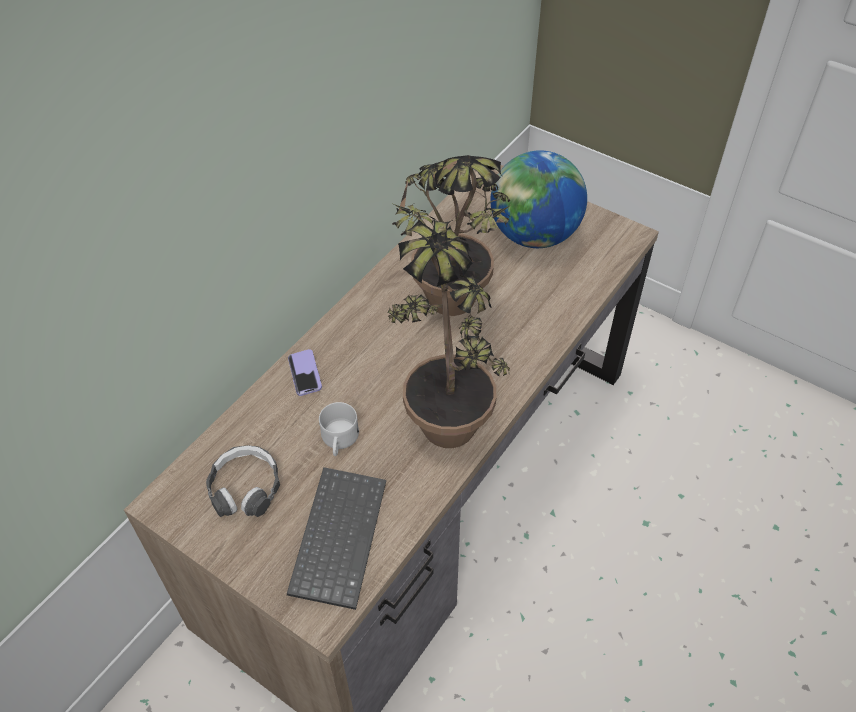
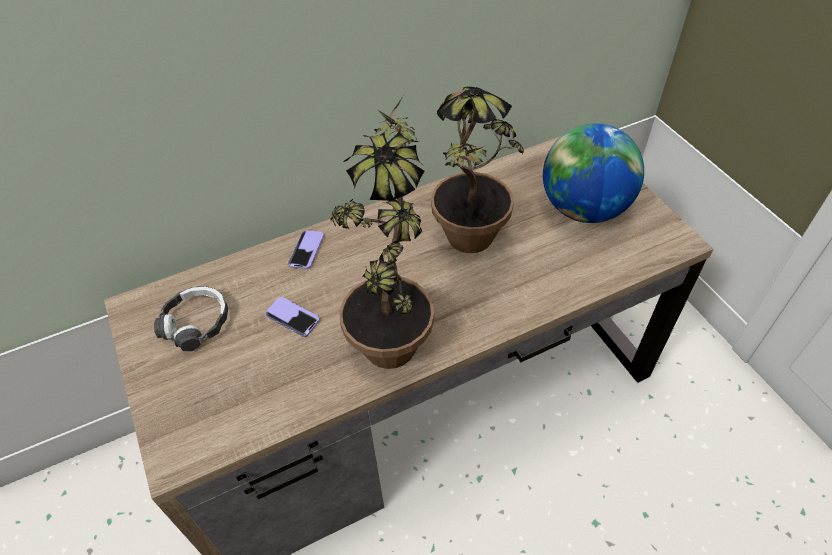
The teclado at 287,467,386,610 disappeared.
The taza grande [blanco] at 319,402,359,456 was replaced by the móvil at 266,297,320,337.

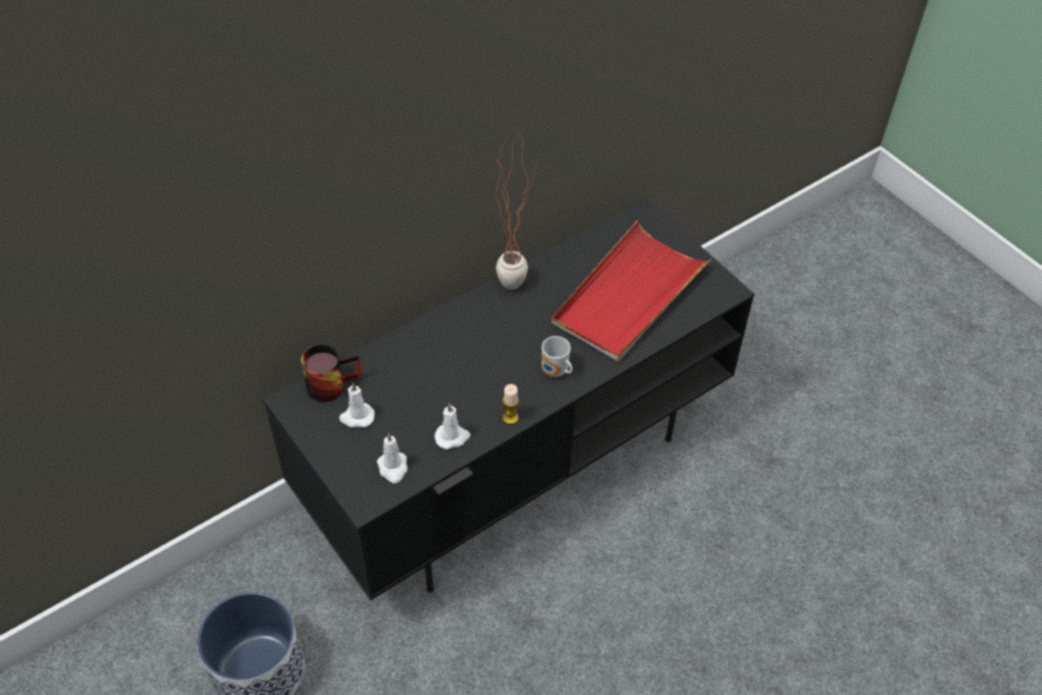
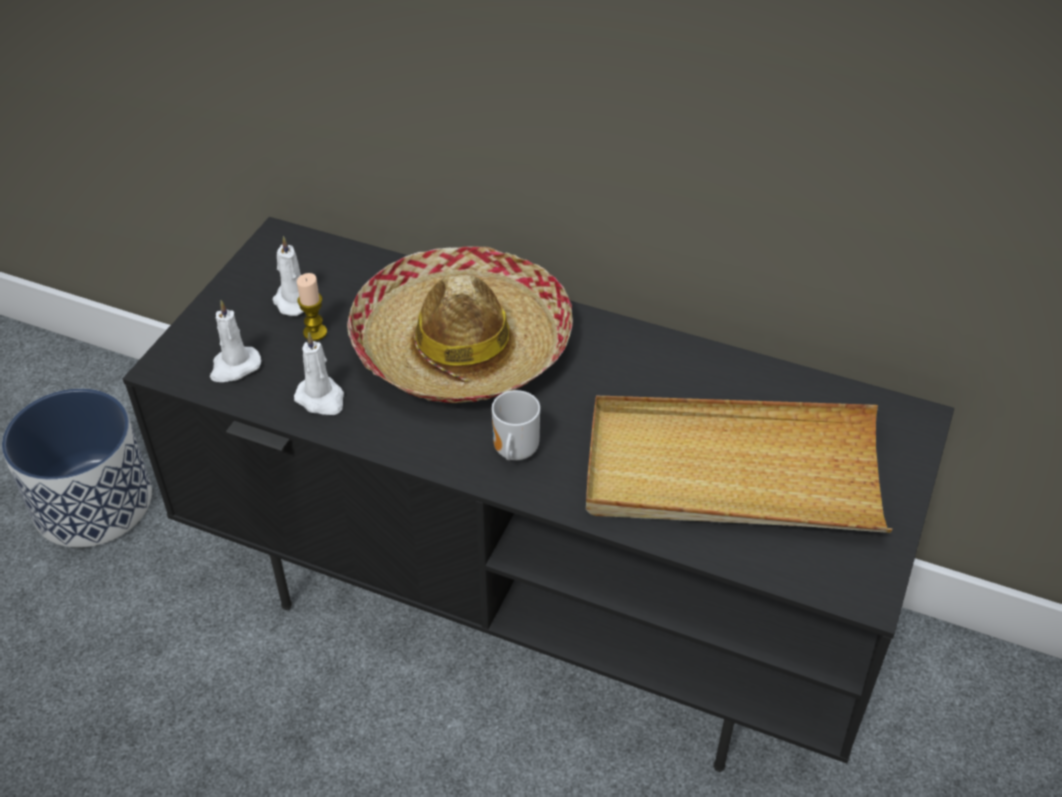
The taza grande at 301,344,362,402 disappeared.
The planta en maceta at 495,131,542,290 disappeared.
The vela moved from 503,384,519,424 to 297,273,327,341.
The bandeja [rojo] at 551,220,712,362 became the bandeja [beis] at 586,396,892,533.
The sombrero at 347,246,573,403 appeared.

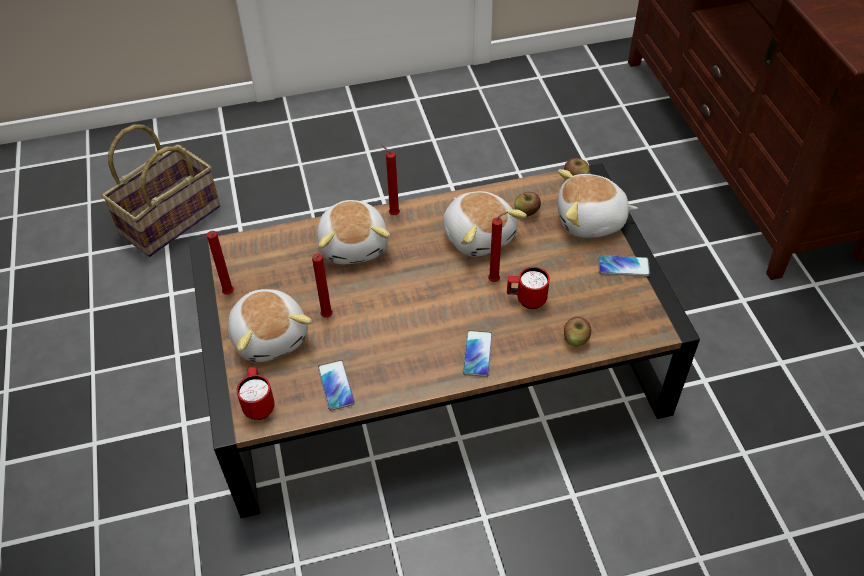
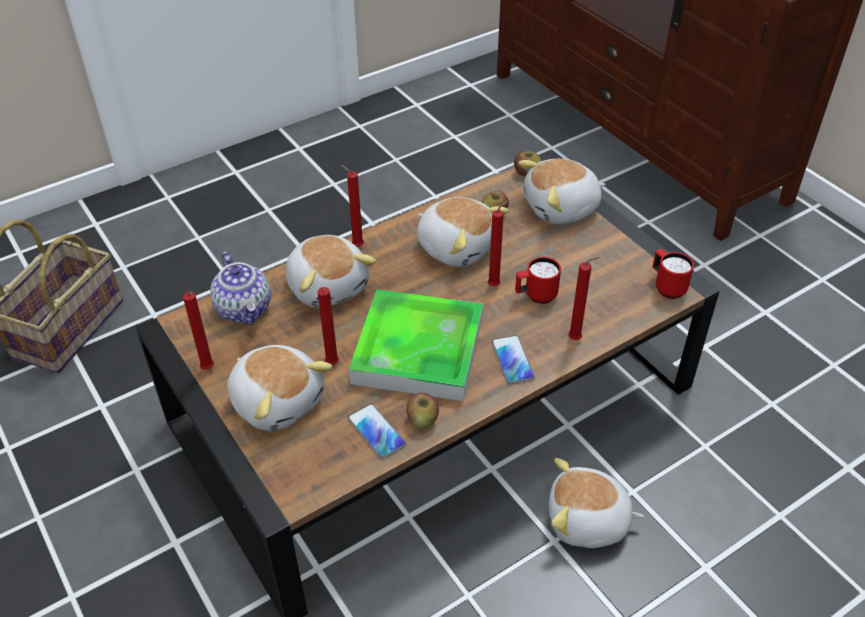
The taza grande [rojo] moved from 236,367,275,420 to 652,249,694,299.
The manzana moved from 564,317,591,347 to 406,393,439,428.
The móvil at 598,255,650,276 disappeared.
The tetera at 210,252,271,325 appeared.
The bandeja at 349,289,483,401 appeared.
The peluche at 549,458,644,548 appeared.
The vela [rojo] at 568,257,599,340 appeared.

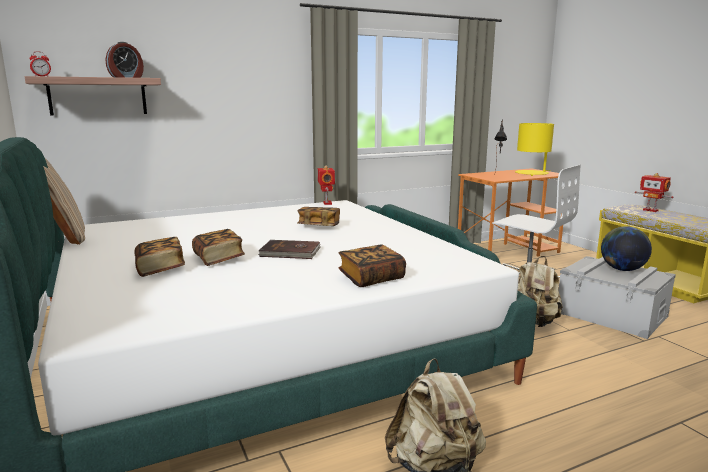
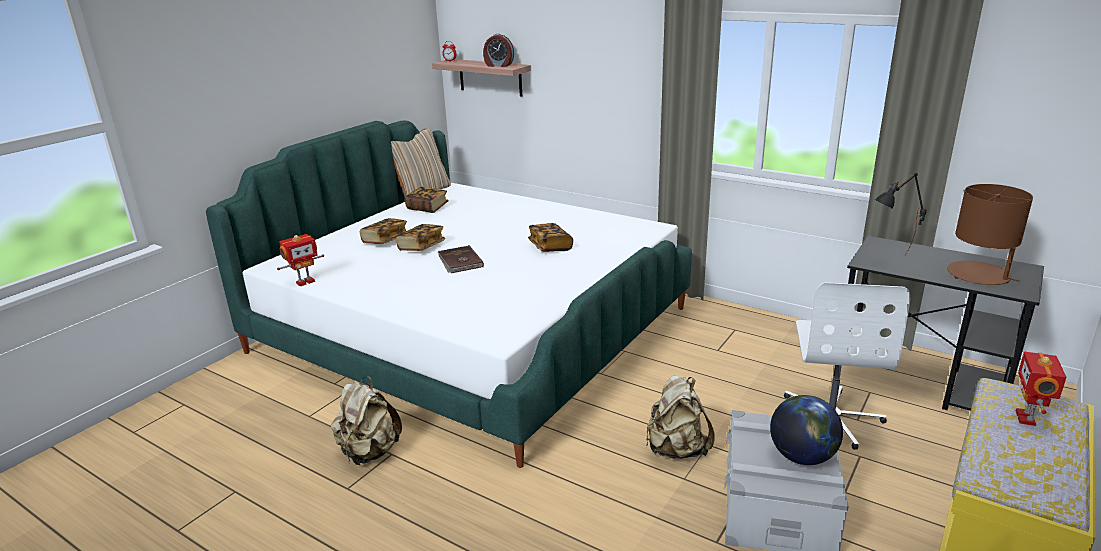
The robot de juguete moved from 318,166,335,205 to 277,234,324,286.
The libro moved from 339,245,406,287 to 405,187,449,213.
The escritorio [naranja] at 458,168,563,257 became the escritorio [negro] at 833,236,1044,411.
The lámpara de mesa [amarillo] at 515,123,554,176 became the lámpara de mesa [marrón] at 947,184,1033,285.

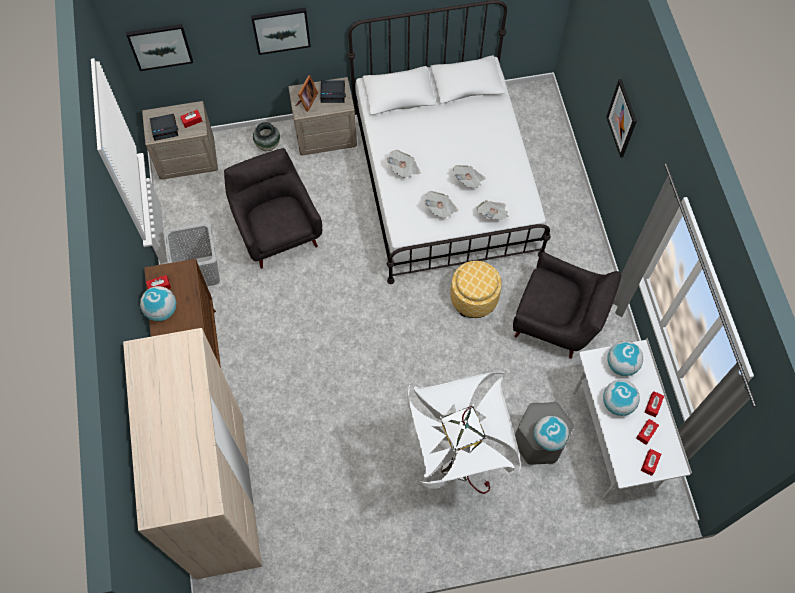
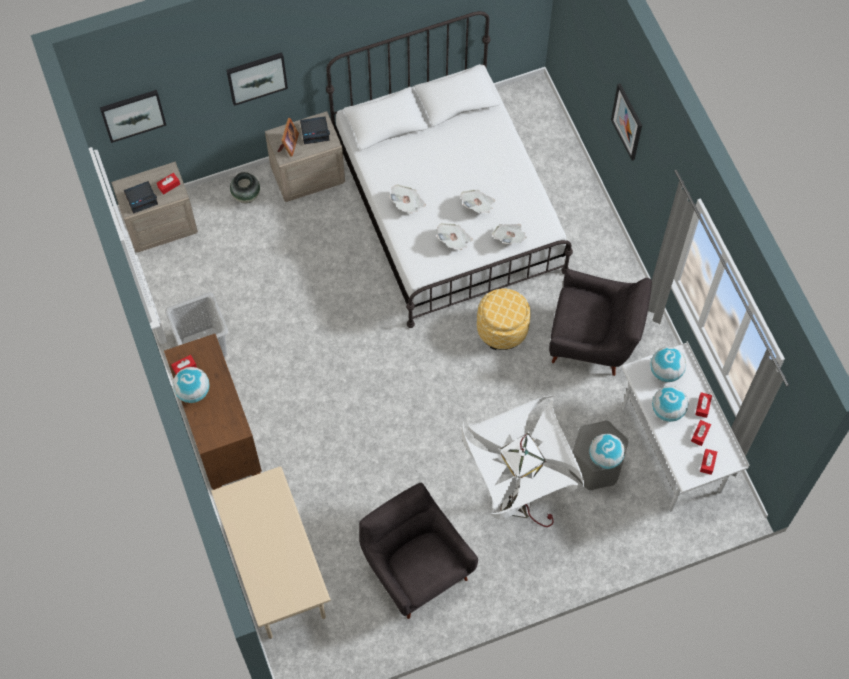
The armario ropero [beis] at 123,328,263,580 was replaced by the escritorio [beis] at 211,466,331,639.
The sillón [gris] moved from 224,148,322,269 to 359,483,478,619.

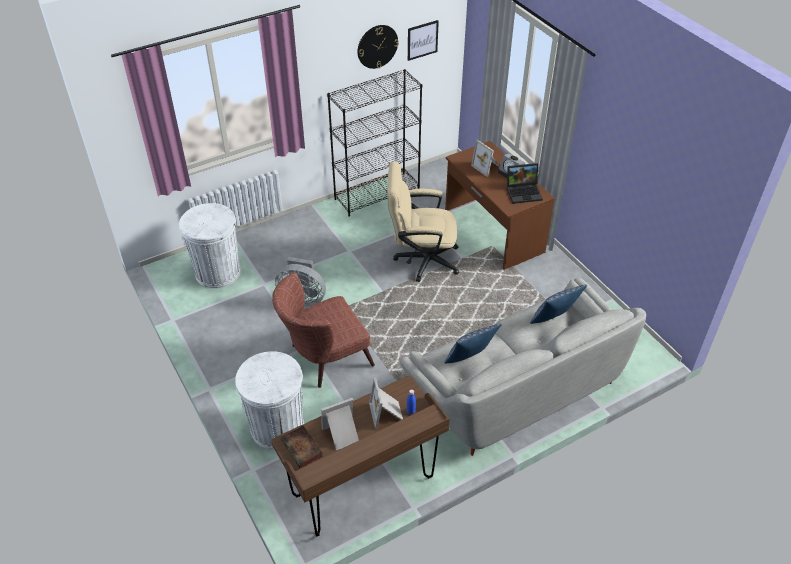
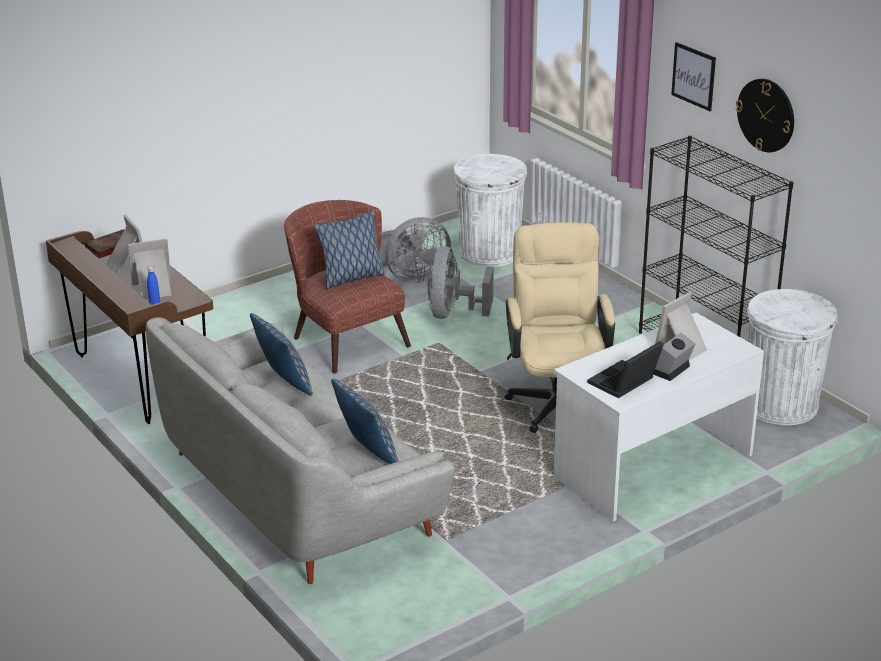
The papelera [blanco] moved from 235,351,304,450 to 747,289,837,425.
The cuadro moved from 408,20,439,61 to 671,42,716,111.
The escritorio [marrón] at 445,141,555,270 became the escritorio [blanco] at 554,313,764,521.
The portátil at 507,163,543,204 turned 60 degrees clockwise.
The cojín at 313,211,385,289 appeared.
The ventilador [gris] at 379,217,451,283 appeared.

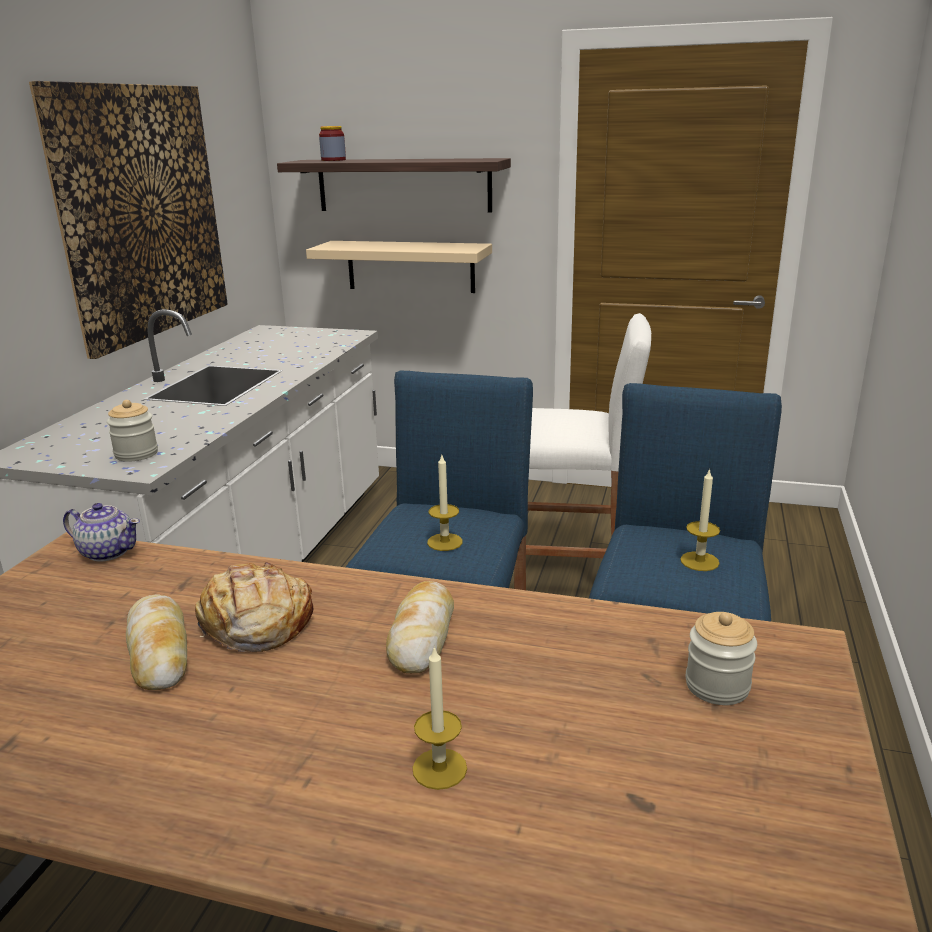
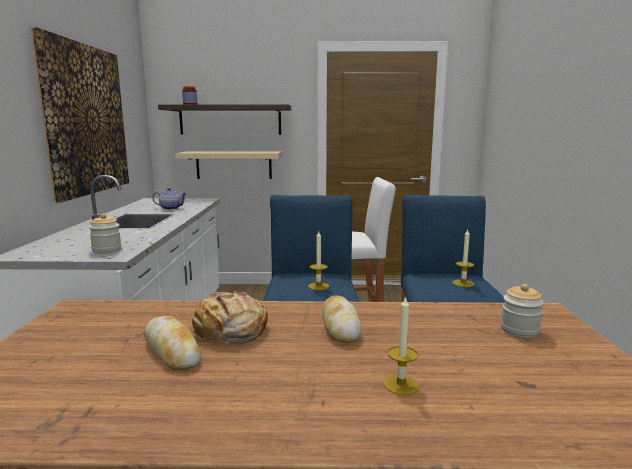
The tetera moved from 63,503,140,562 to 152,188,187,210.

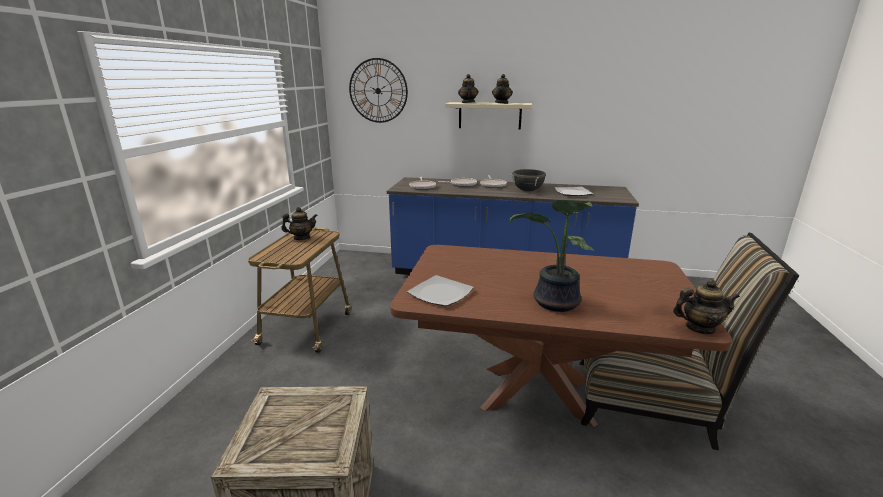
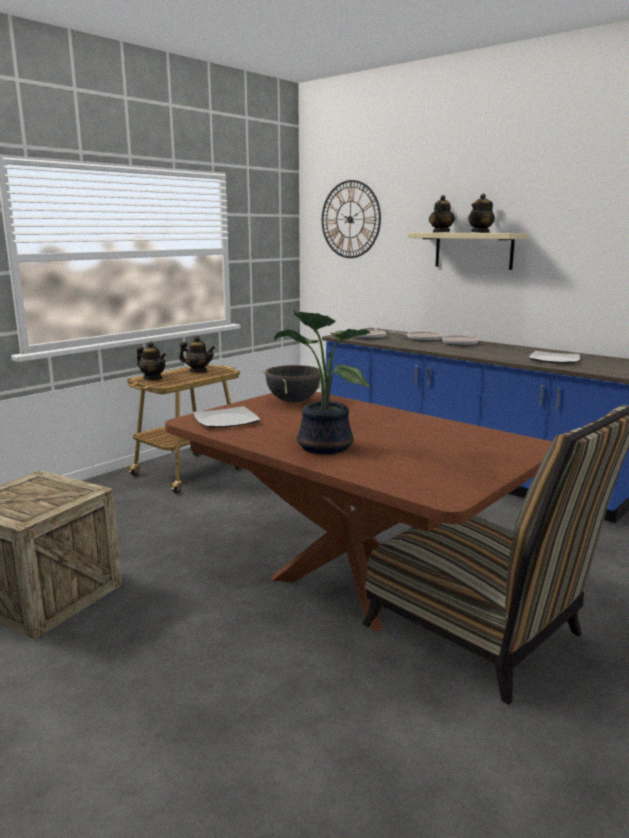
The olla [negro] moved from 510,169,548,191 to 260,365,328,403.
The tetera moved from 673,279,740,334 to 137,342,166,380.

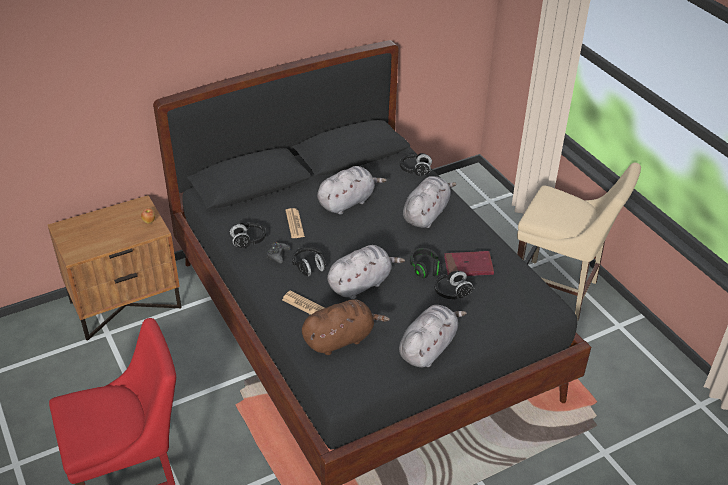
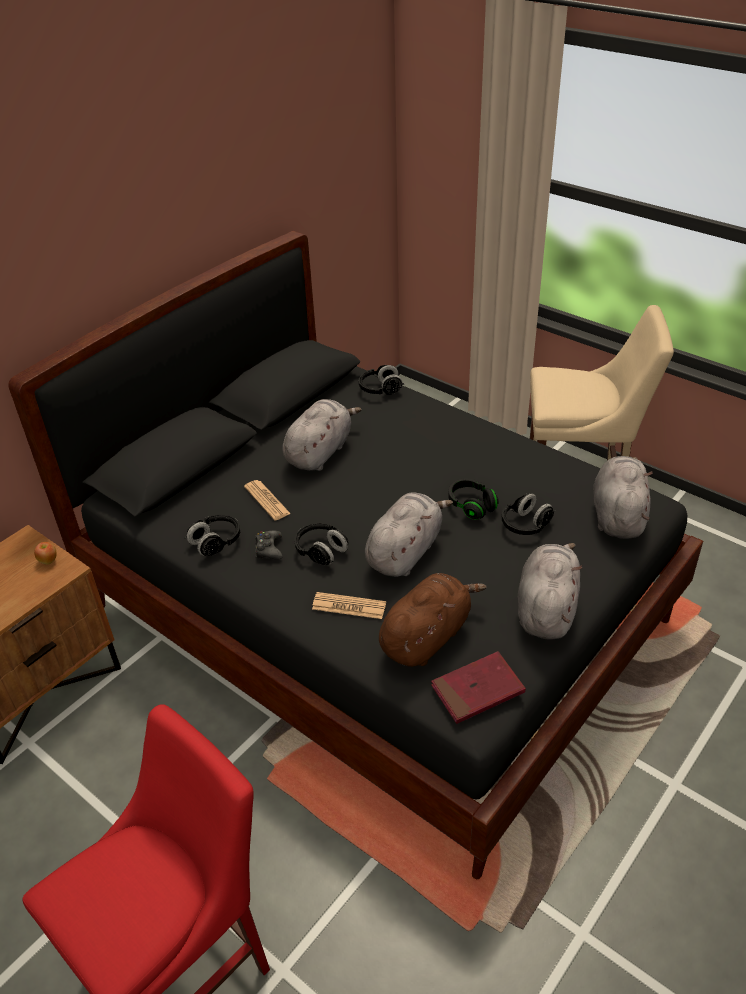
The peluche [gris] moved from 403,176,457,228 to 593,456,653,539.
The libro [rojo] moved from 444,251,494,276 to 431,651,526,724.

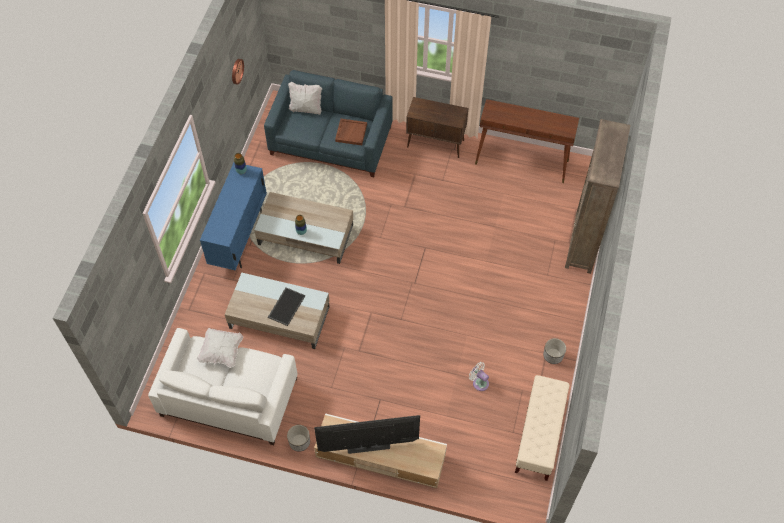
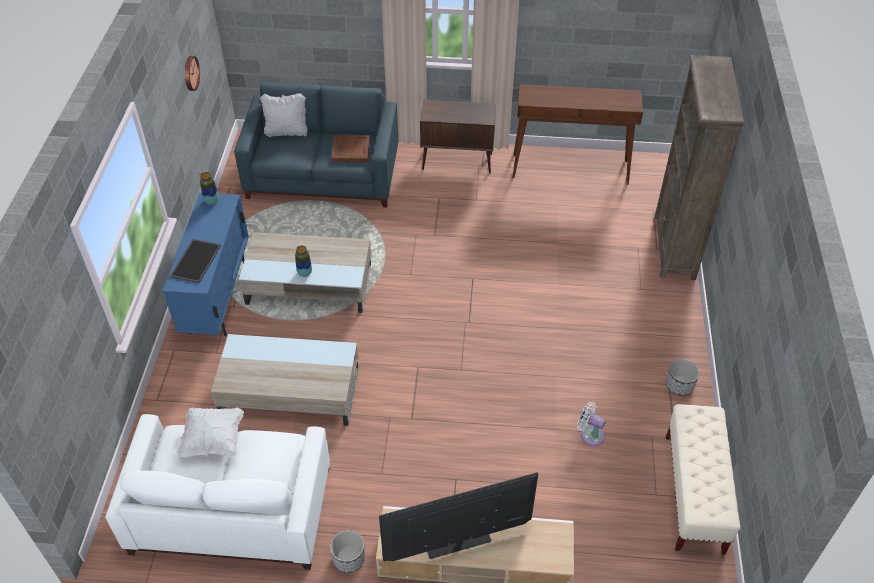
The bandeja moved from 268,288,305,326 to 170,239,221,283.

